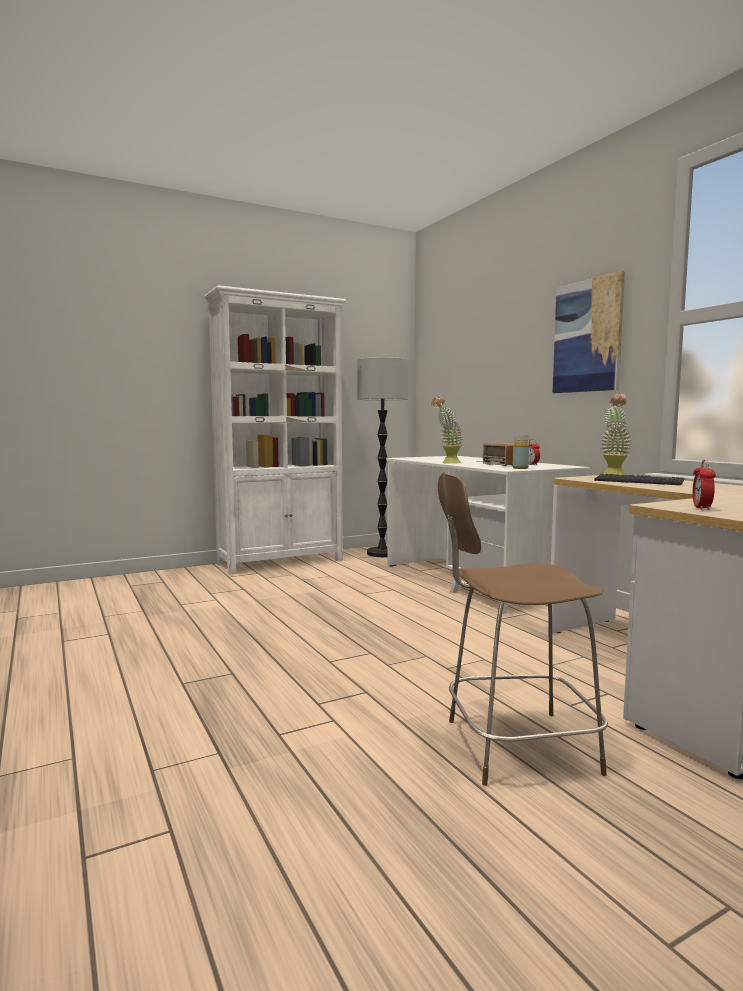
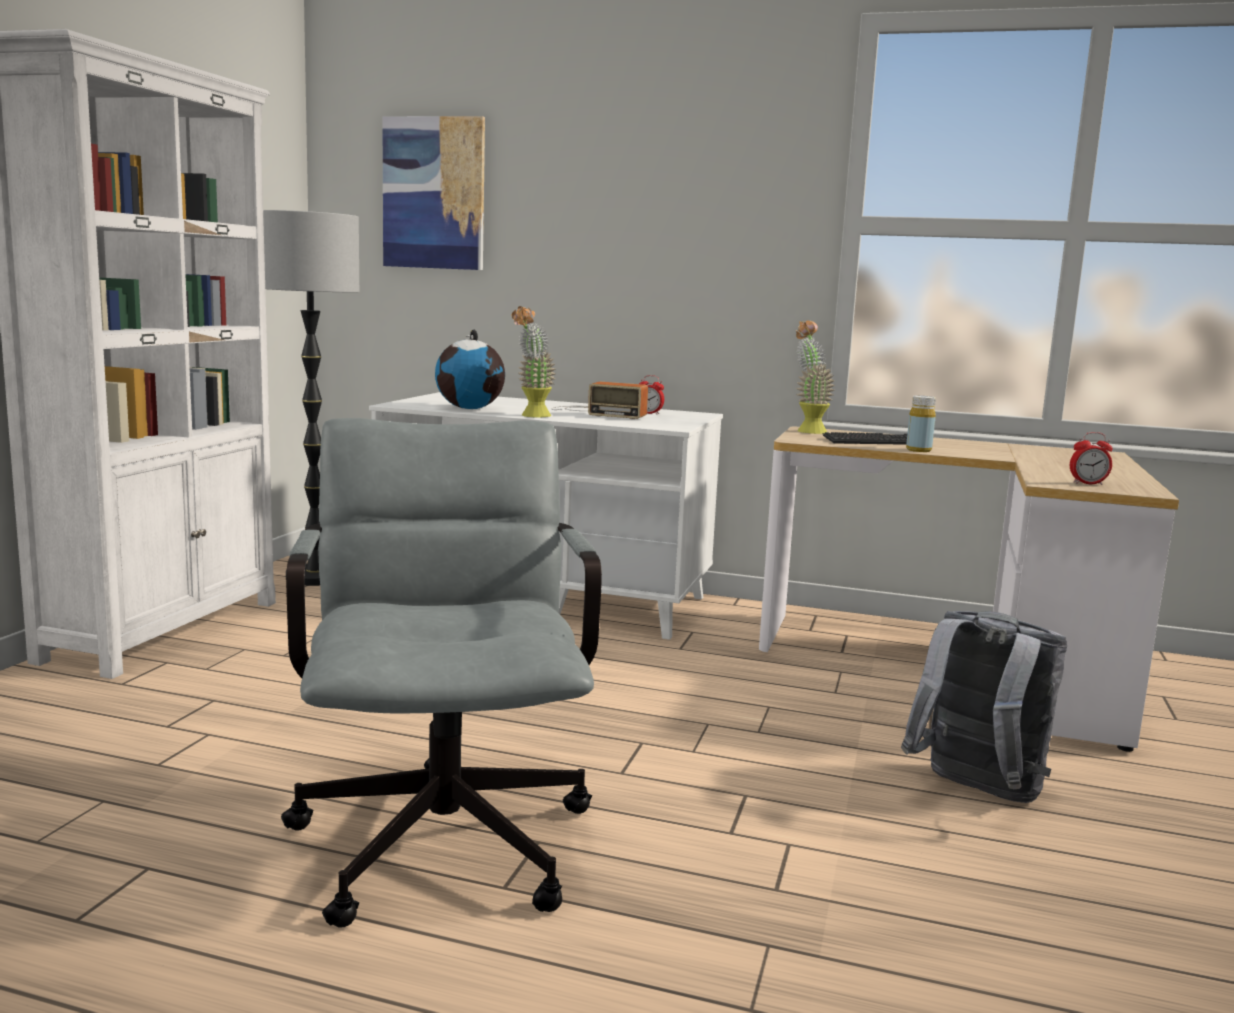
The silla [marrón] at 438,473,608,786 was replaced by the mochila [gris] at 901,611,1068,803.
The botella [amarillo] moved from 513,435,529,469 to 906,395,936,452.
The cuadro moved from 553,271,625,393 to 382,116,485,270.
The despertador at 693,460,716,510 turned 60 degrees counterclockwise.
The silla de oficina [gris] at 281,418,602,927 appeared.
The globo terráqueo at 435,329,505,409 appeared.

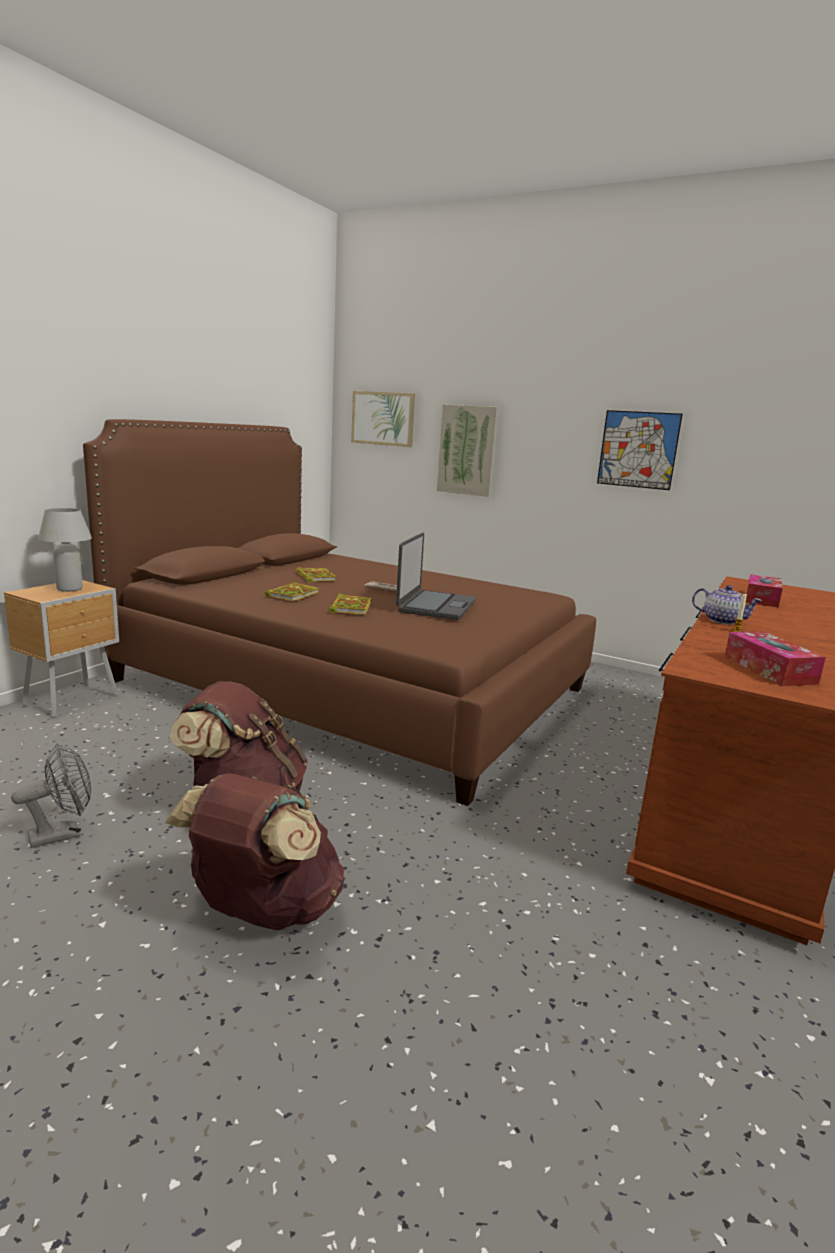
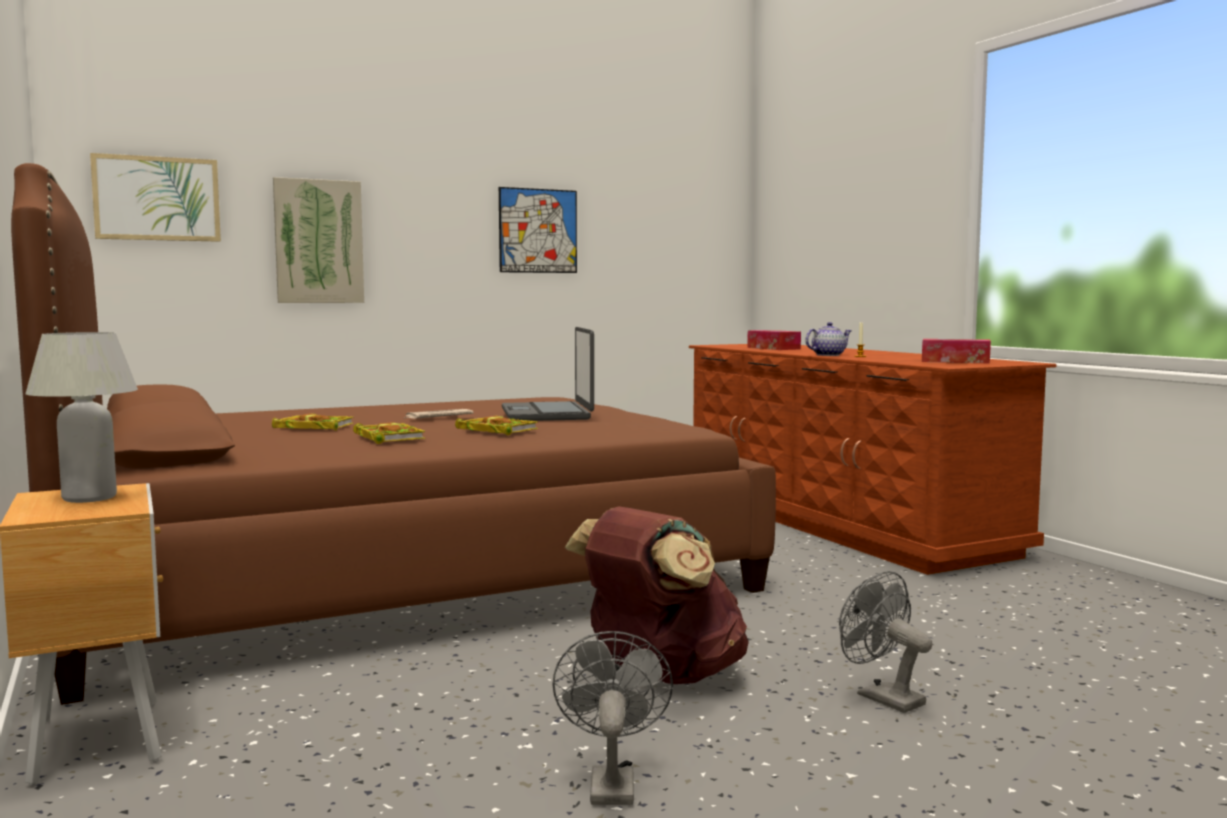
The mochila [marrón] at 165,773,345,930 was replaced by the ventilador [gris] at 839,571,933,713.
The portátil at 396,533,476,620 turned 150 degrees counterclockwise.

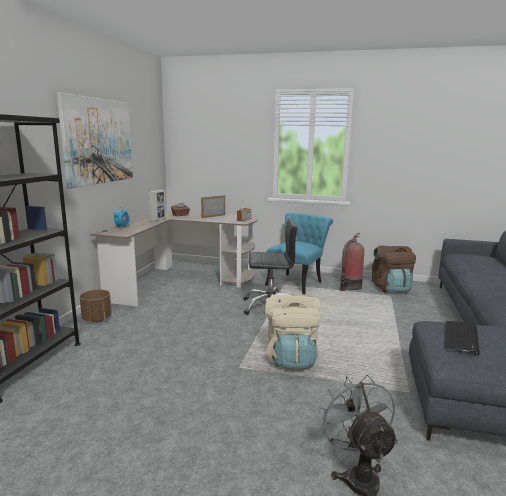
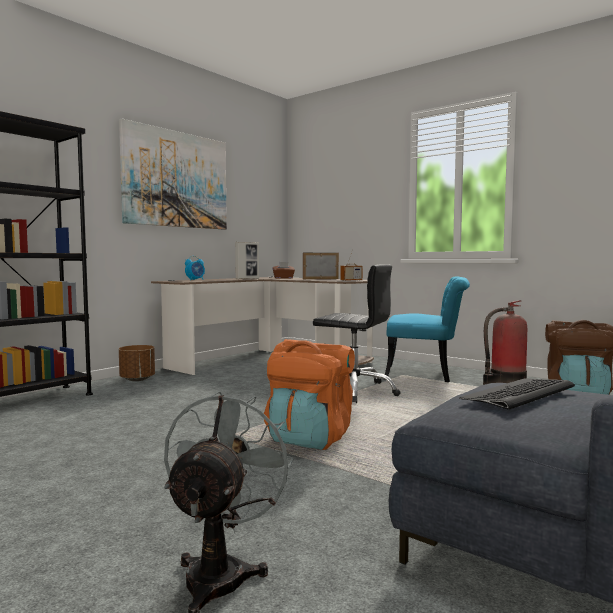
The silla [turquesa] at 265,213,333,295 turned 45 degrees clockwise.
The mochila [beis] at 265,294,321,369 became the mochila [naranja] at 264,339,355,450.

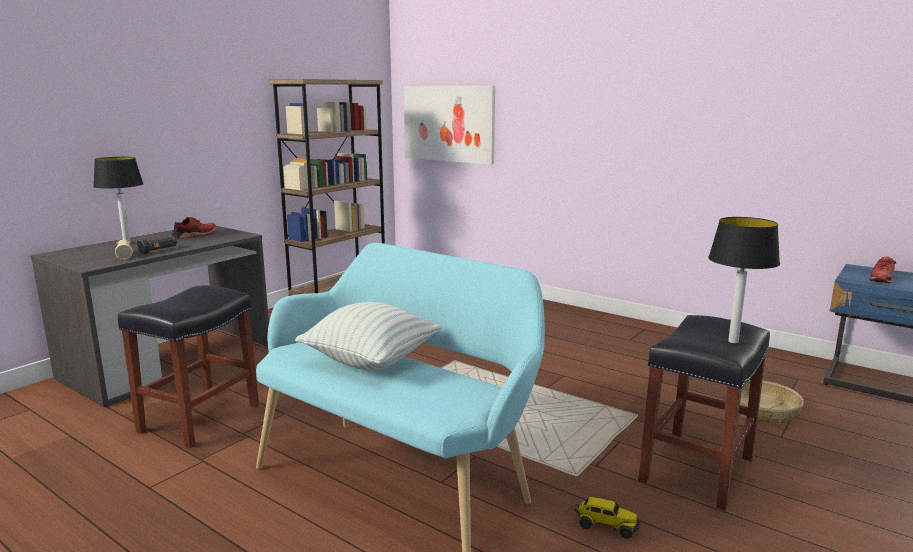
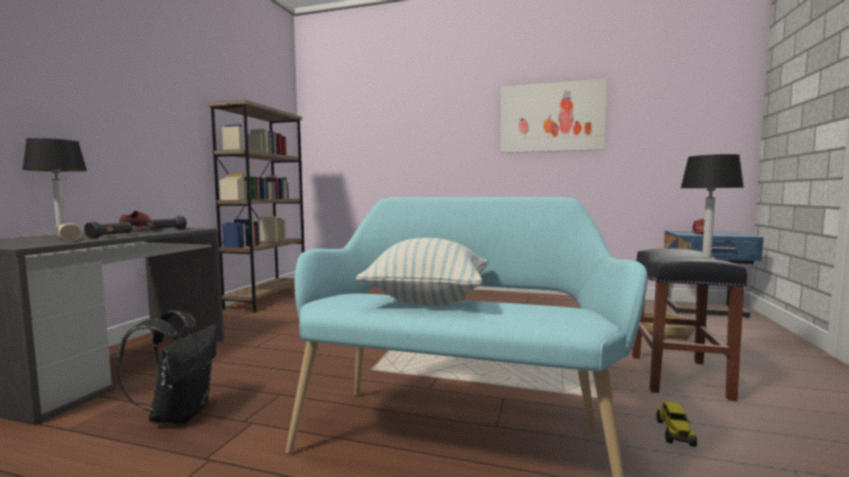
The taburete [negro] at 118,285,259,448 was replaced by the mochila [negro] at 116,310,217,425.
The cuadro moved from 404,86,495,165 to 500,79,607,153.
The camión de juguete at 574,497,640,539 turned 105 degrees clockwise.
The linterna [negro] at 147,216,187,230 appeared.

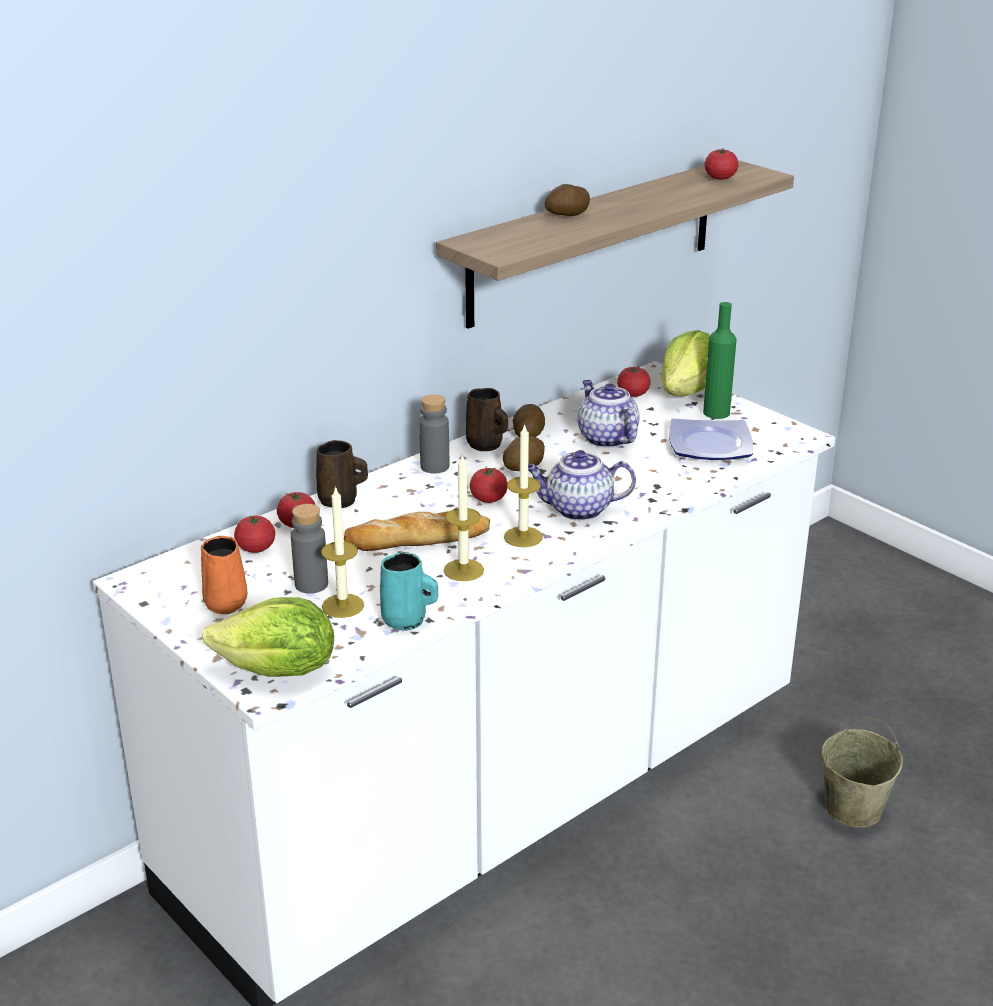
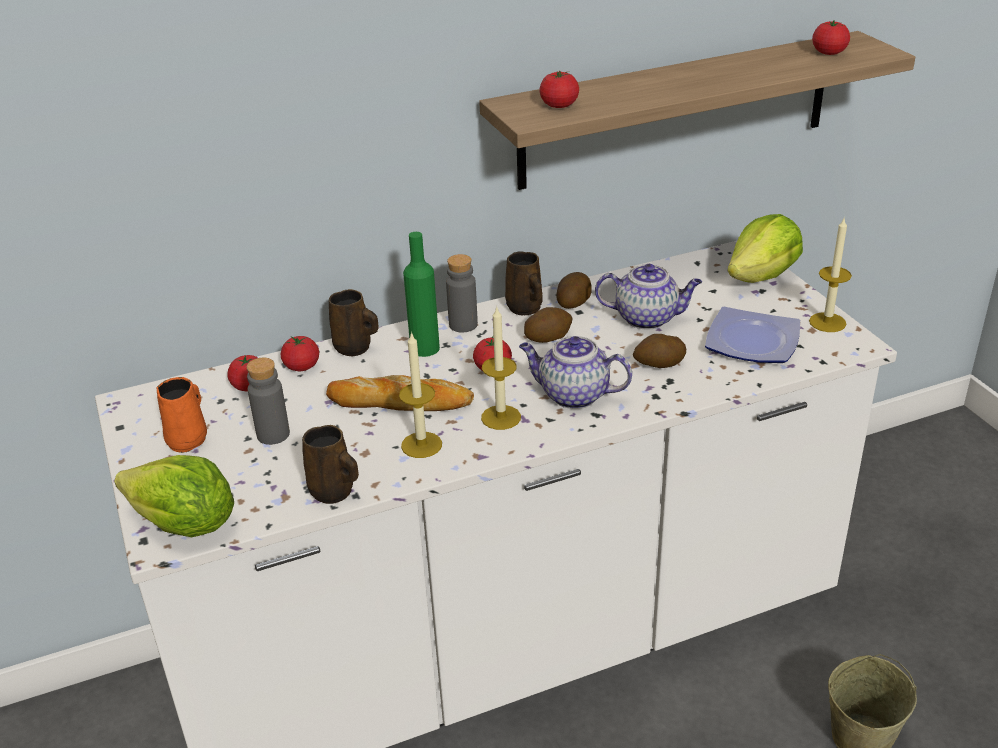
The vela moved from 321,486,364,618 to 809,218,852,332.
The taza grande [turquesa] at 380,552,438,631 became the taza grande [marrón] at 302,425,359,504.
The patata moved from 545,184,590,216 to 633,334,686,368.
The tetera at 578,380,640,448 turned 105 degrees clockwise.
The tomate moved from 617,366,651,397 to 539,71,579,108.
The botella [verde] moved from 703,302,736,419 to 403,232,440,357.

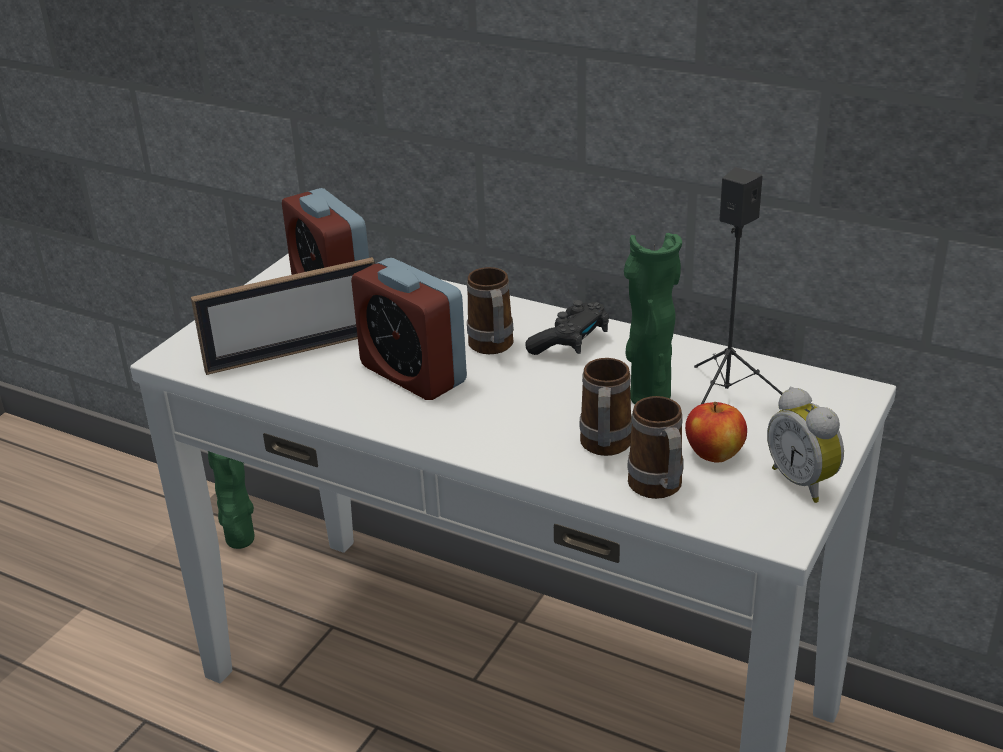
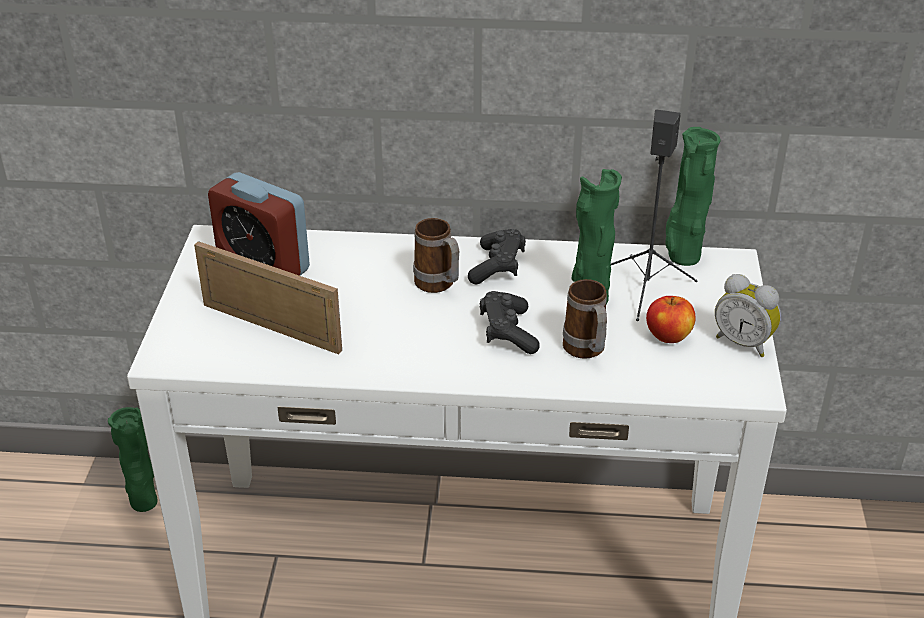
The portarretratos at 191,257,375,375 turned 105 degrees counterclockwise.
The despertador at 351,258,467,400 disappeared.
The taza grande at 627,396,683,499 disappeared.
The mando de consola [negro] at 480,291,540,354 appeared.
The florero [verde] at 665,127,721,266 appeared.

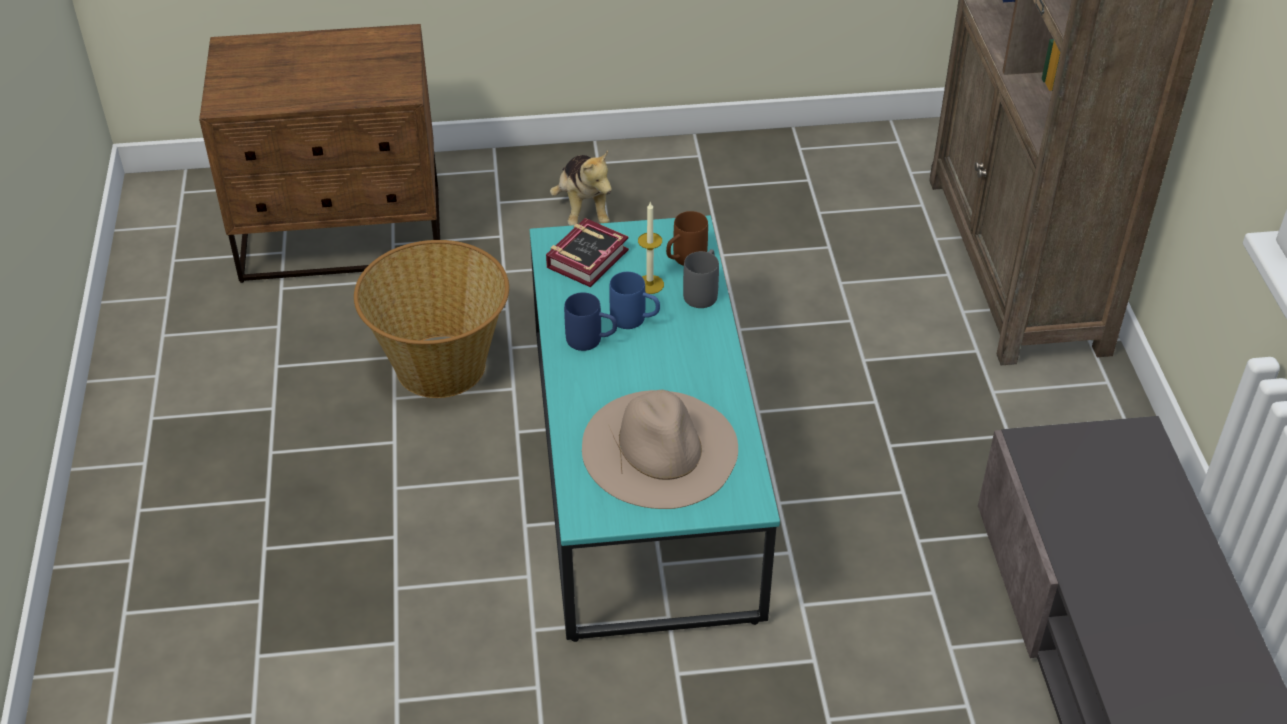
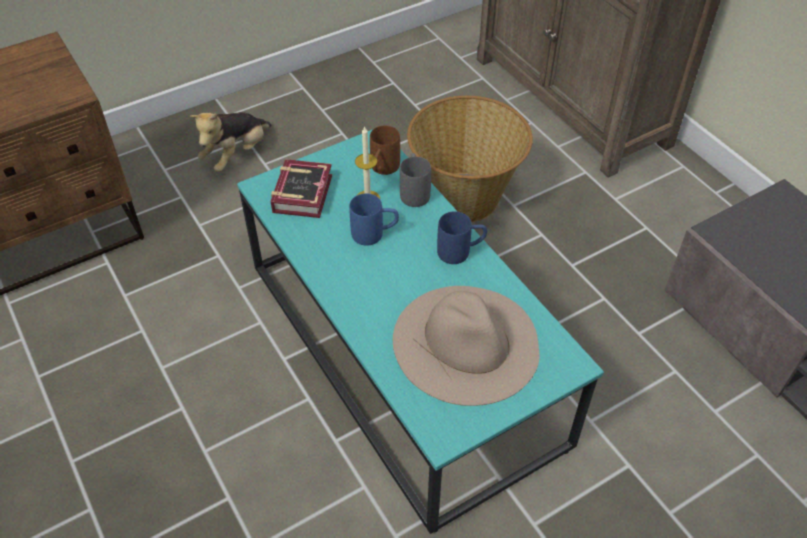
The cesta moved from 354,240,509,398 to 407,96,533,222.
The peluche at 550,150,612,226 turned 75 degrees clockwise.
The taza grande [azul] moved from 564,292,617,351 to 437,211,487,264.

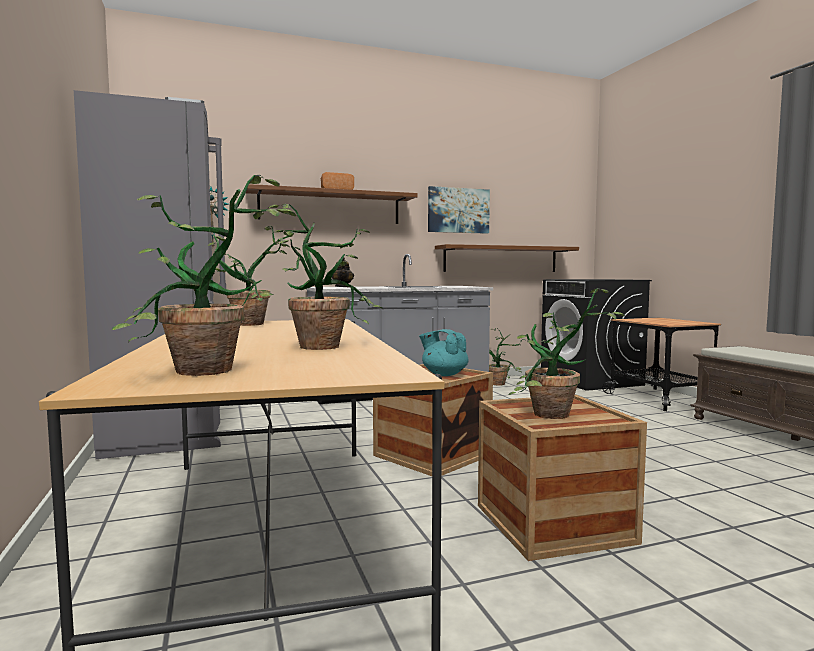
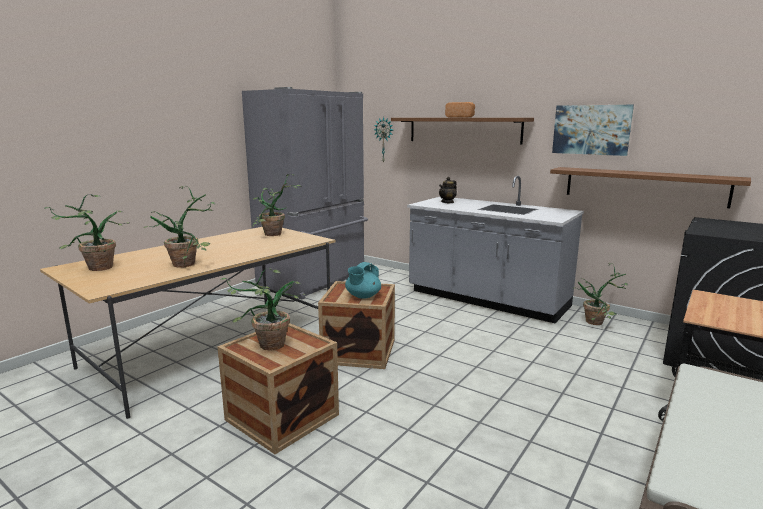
The tetera [turquesa] at 419,329,468,376 turned 150 degrees counterclockwise.

